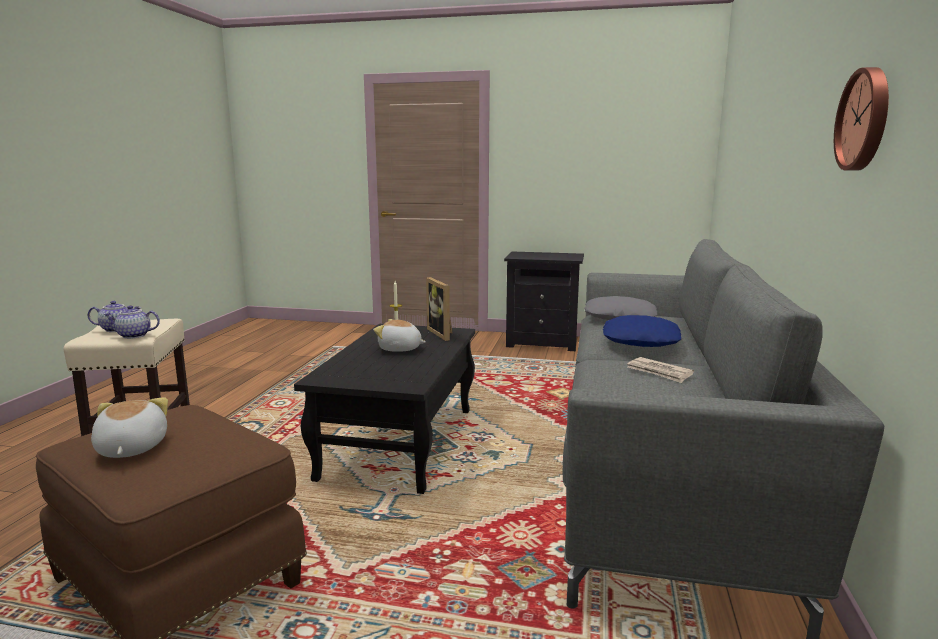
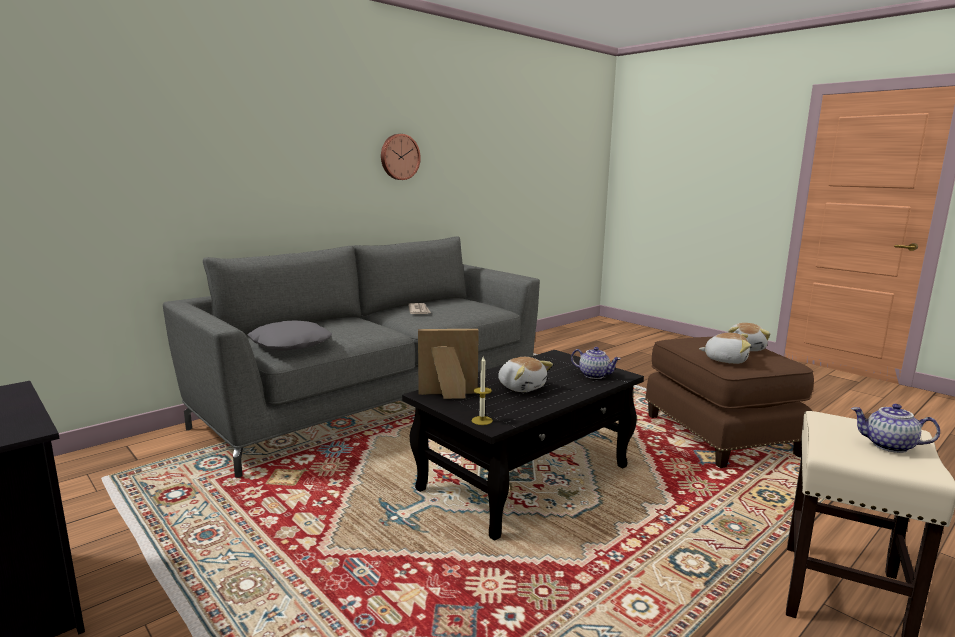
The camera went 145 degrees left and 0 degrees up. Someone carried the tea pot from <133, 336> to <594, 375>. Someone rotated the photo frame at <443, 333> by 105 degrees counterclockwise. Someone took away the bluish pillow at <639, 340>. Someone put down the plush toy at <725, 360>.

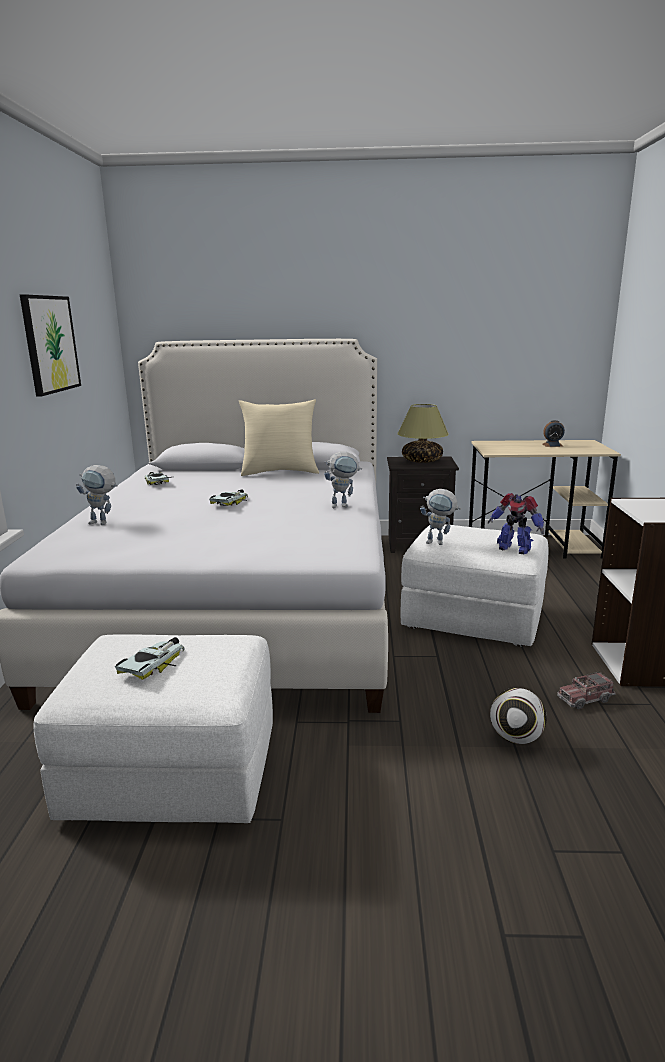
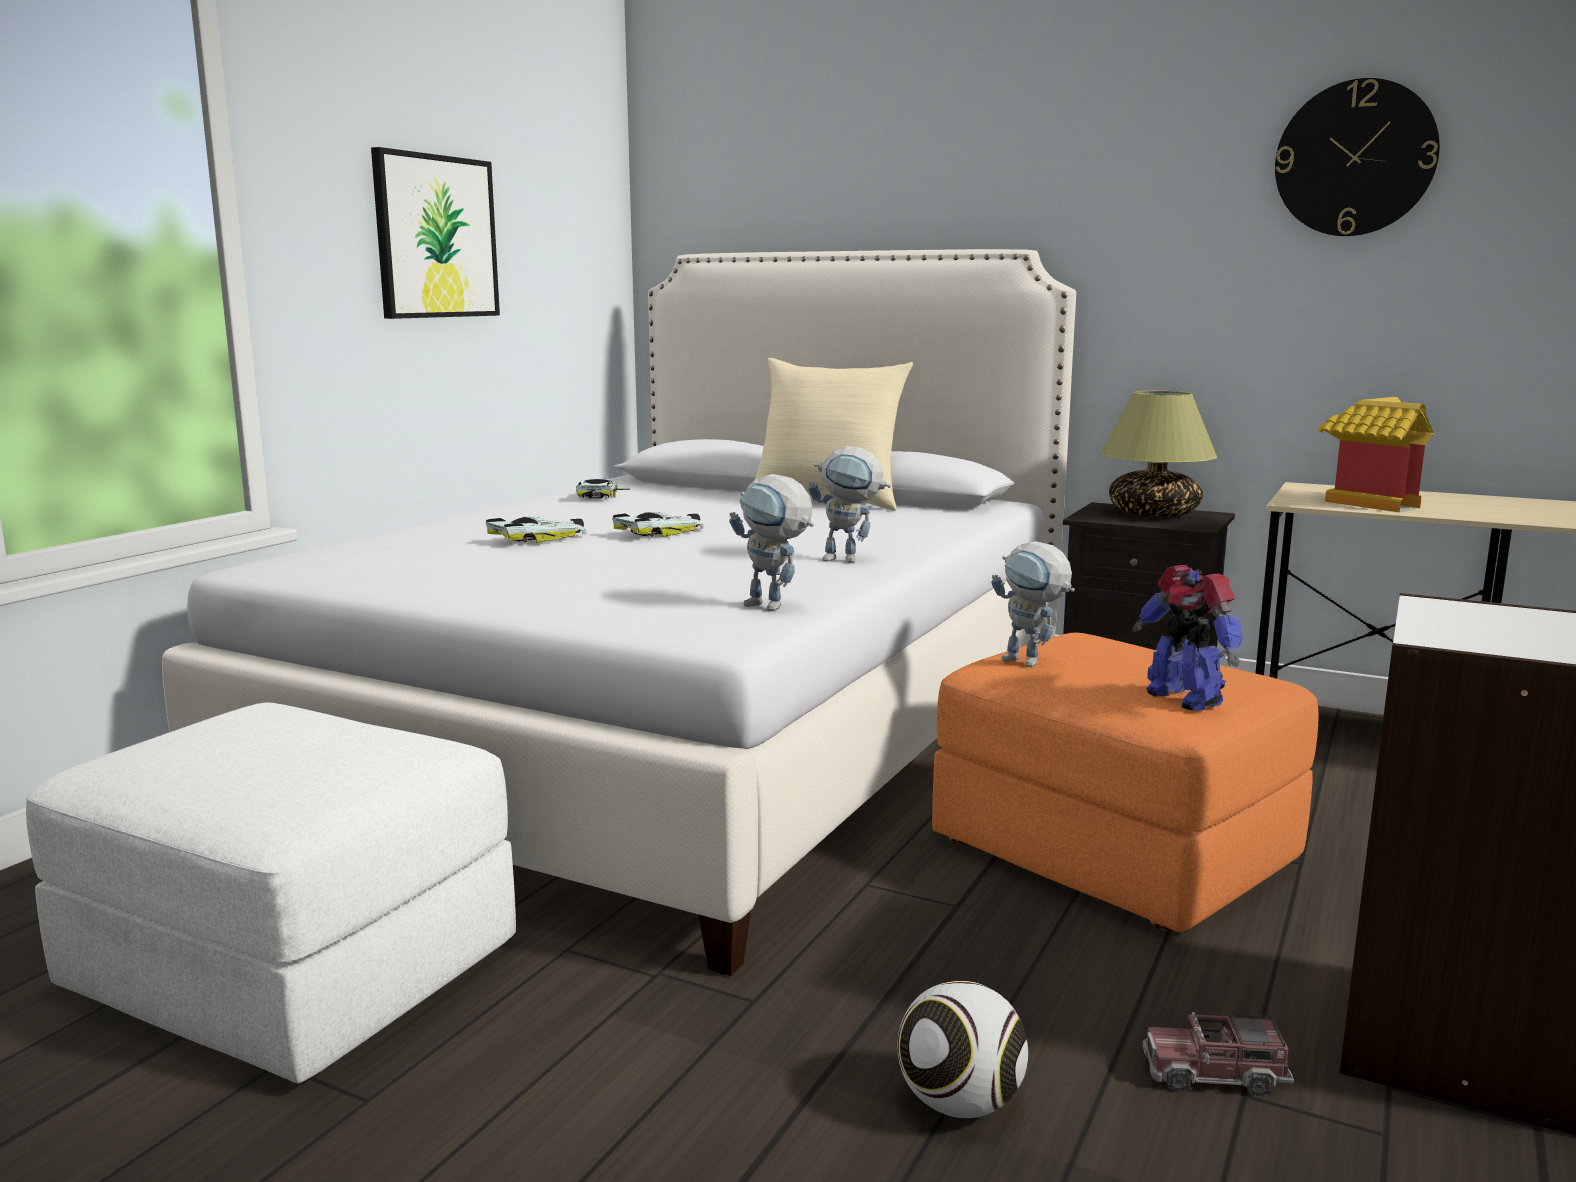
The camera went 25 degrees right and 5 degrees down. Someone carried the robot figure from <103, 523> to <774, 607>. Someone carried the toy car from <155, 663> to <541, 537>. Someone repainted the white pouffe at <473, 617>, which became the orangey pouffe at <1115, 852>. Someone took away the table clock at <552, 445>. Someone put up the hanging clock at <1355, 158>. Someone put down the toy house at <1366, 502>.

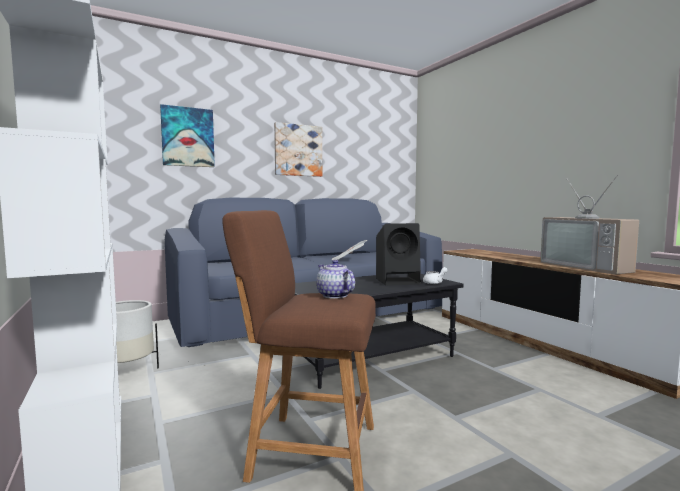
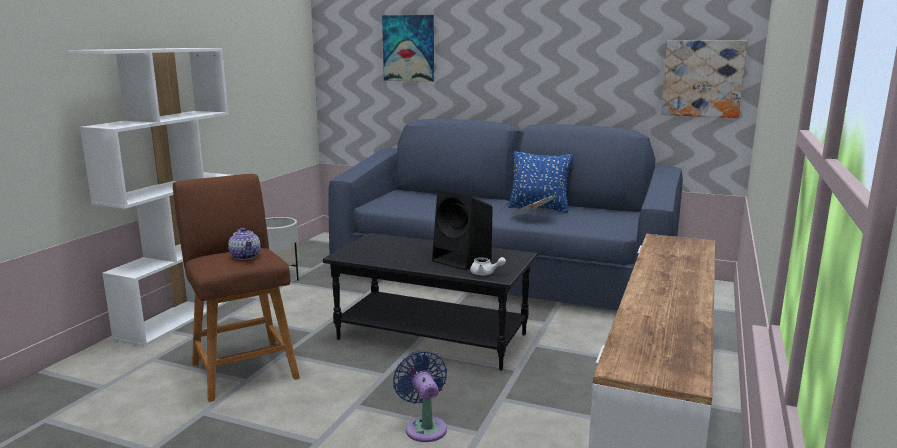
The camera went 50 degrees right and 10 degrees up. Someone carried the wall picture from <298, 150> to <702, 78>. Someone rotated the tea pot at <335, 295> by 135 degrees clockwise. Someone took away the TV set at <588, 267>. Someone put down the bluish cooling fan at <424, 427>. Someone put down the bluish pillow at <539, 208>.

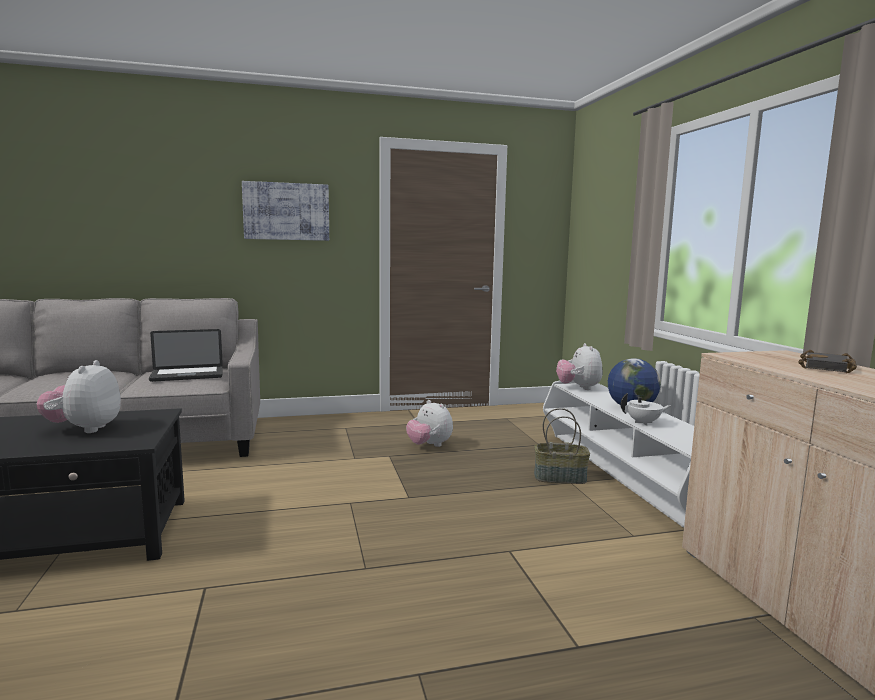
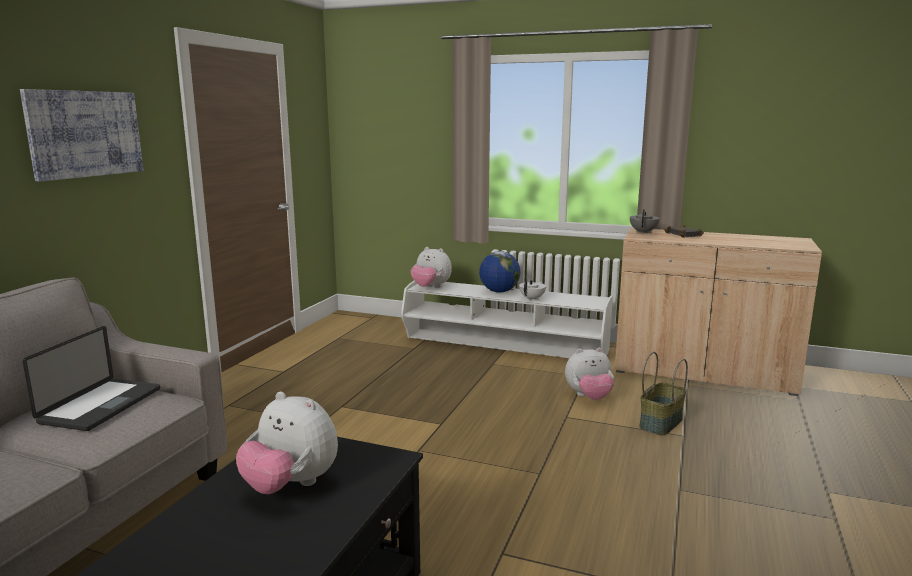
The camera went 55 degrees left and 5 degrees up. Someone carried the plush toy from <429, 445> to <589, 397>. Someone carried the basket from <560, 477> to <660, 422>. Someone put down the gray tea pot at <643, 232>.

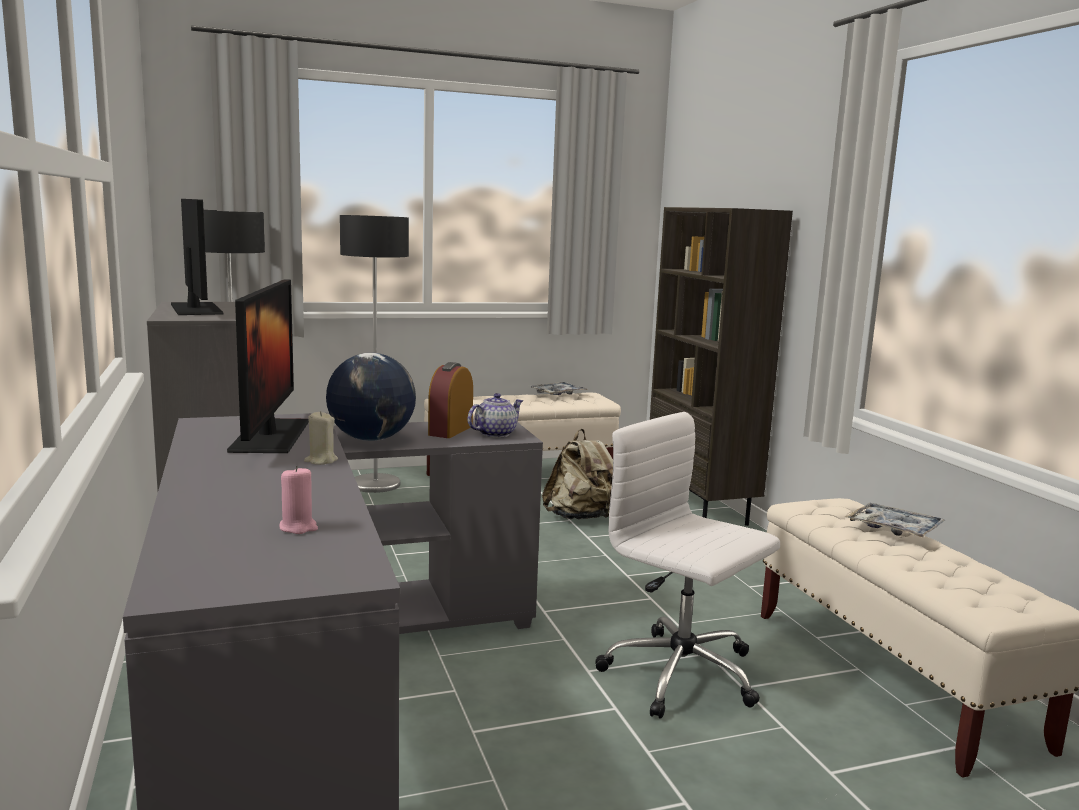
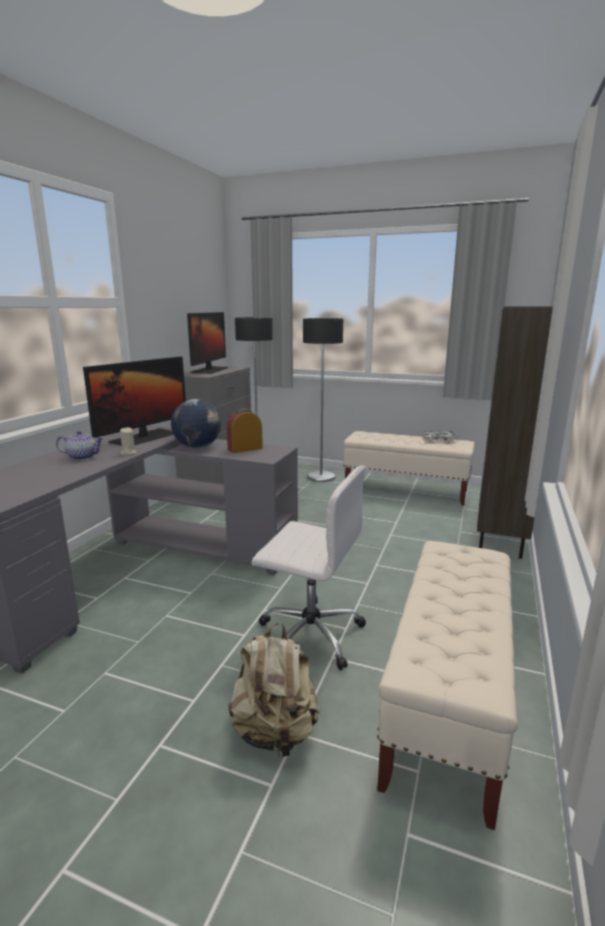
The camera went 40 degrees right and 5 degrees up. Someone took away the pinkish wax light at <298, 527>. Someone carried the tea pot from <495, 434> to <82, 457>. Someone carried the beige backpack from <581, 517> to <275, 732>. Someone rotated the white computer chair at <683, 676> by 120 degrees clockwise. Someone took away the tray at <894, 529>.

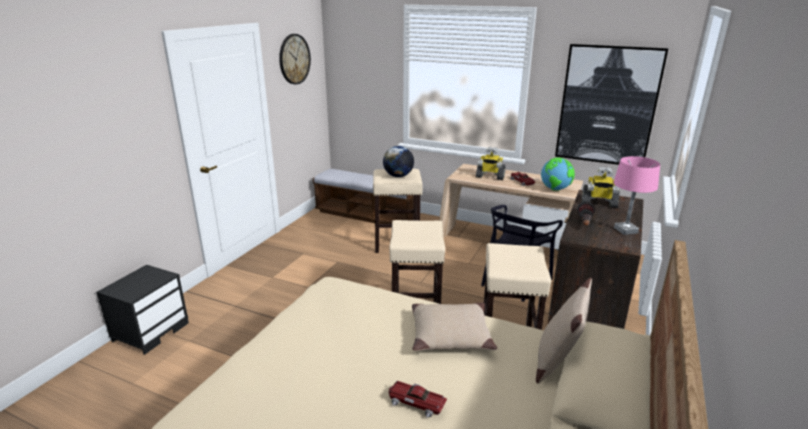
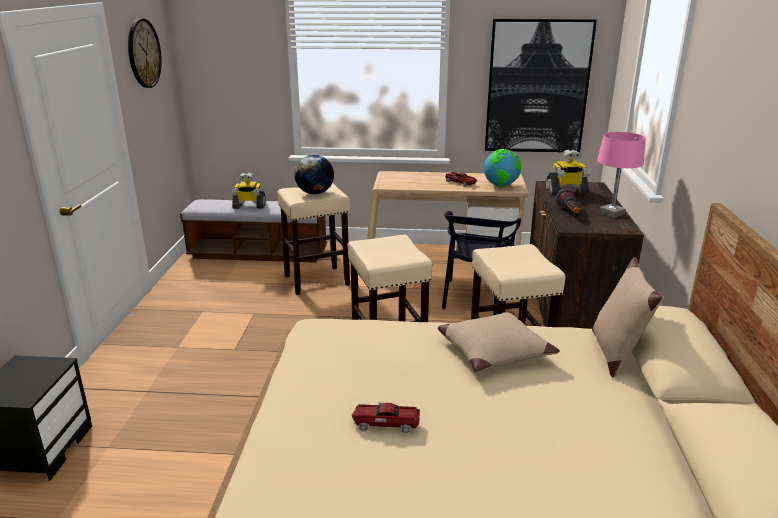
The camera went 20 degrees left and 0 degrees up. Someone carried the toy car from <415, 403> to <385, 423>. Someone carried the robot figure from <490, 176> to <249, 206>.

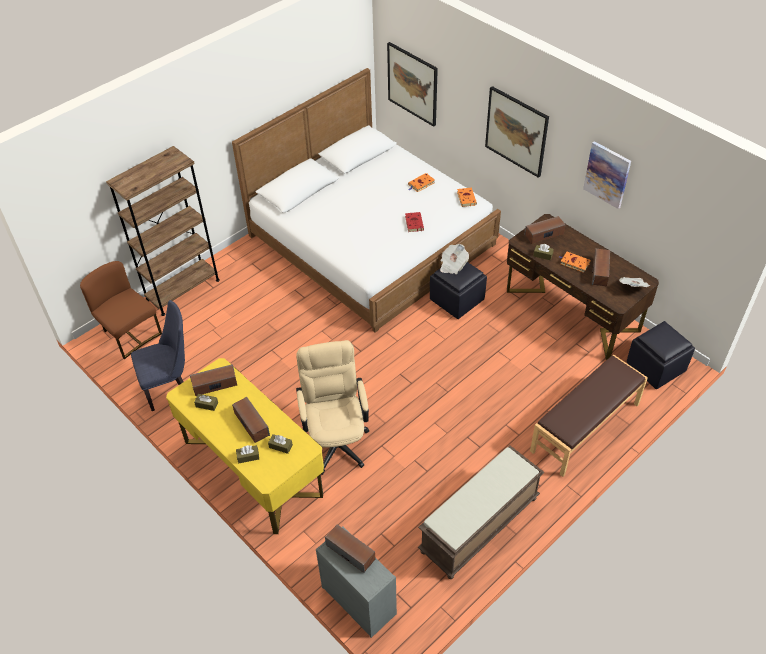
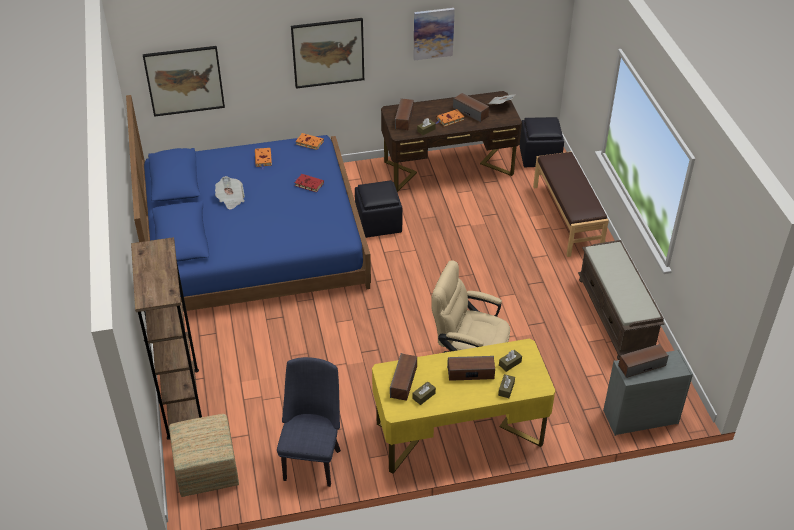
The camera went 60 degrees left and 5 degrees down. Someone swapped the brown-coloured upright chair at <130, 334> for the pouffe at <206, 469>. Someone repainted the white bedroom bed at <371, 239>, which became the bluish bedroom bed at <253, 241>. Someone carried the daily paper from <452, 265> to <230, 199>.

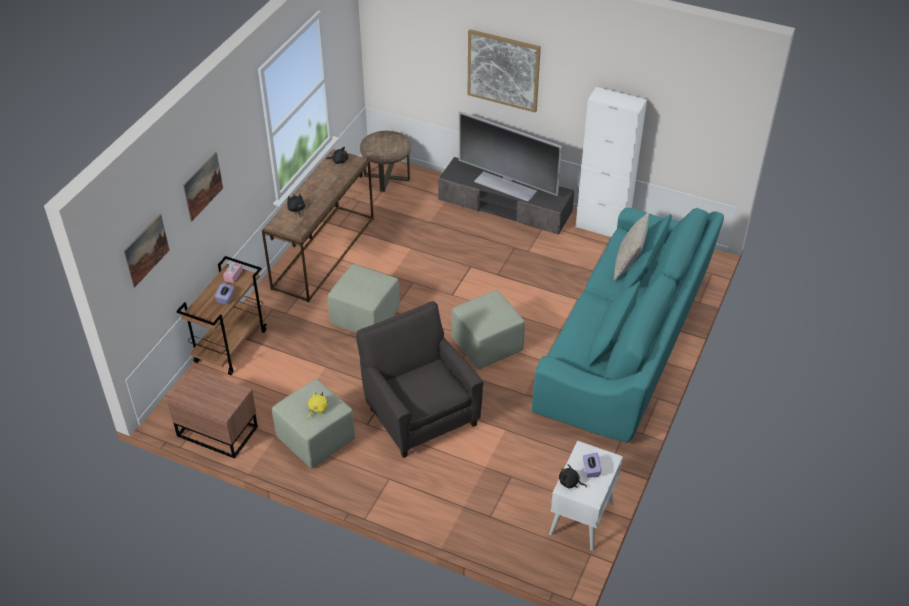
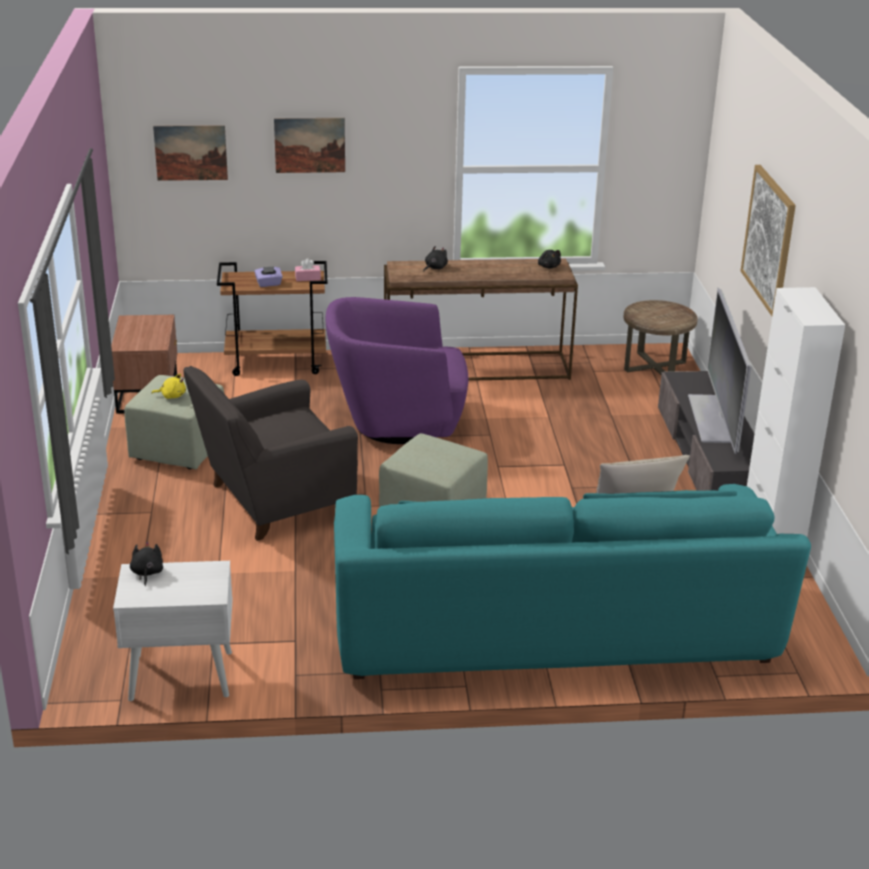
The camera went 60 degrees right and 15 degrees down. Someone swapped the greenish pouffe at <364, 317> for the purple-coloured lounge chair at <396, 422>. Someone rotated the gray lounge chair at <419, 413> by 150 degrees counterclockwise. Someone took away the purple-coloured box of tissues at <591, 470>.

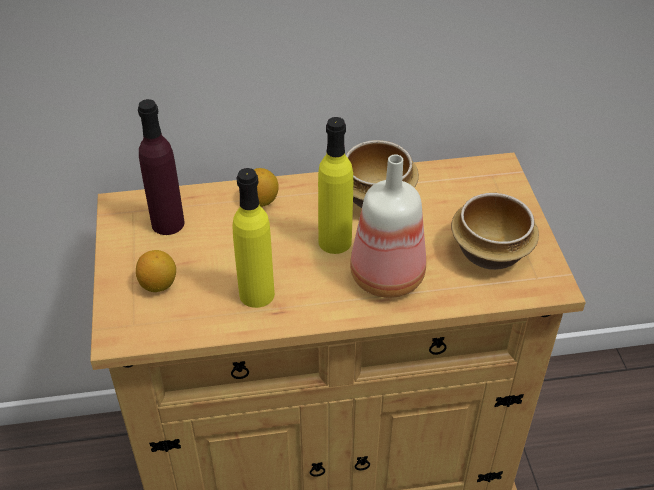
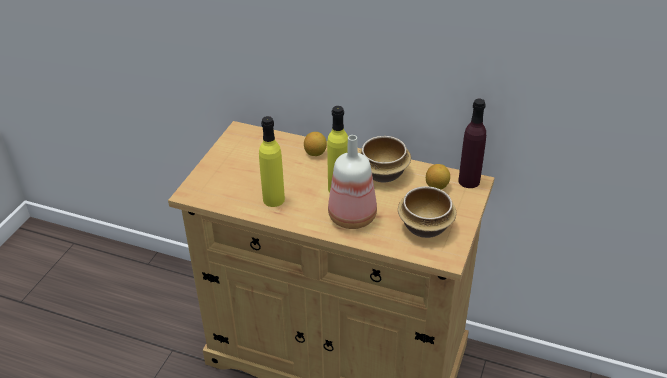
The camera went 30 degrees right and 5 degrees down. Someone carried the citrus fruit from <158, 284> to <437, 186>. Someone carried the purple-coloured bottle from <168, 223> to <469, 181>.

